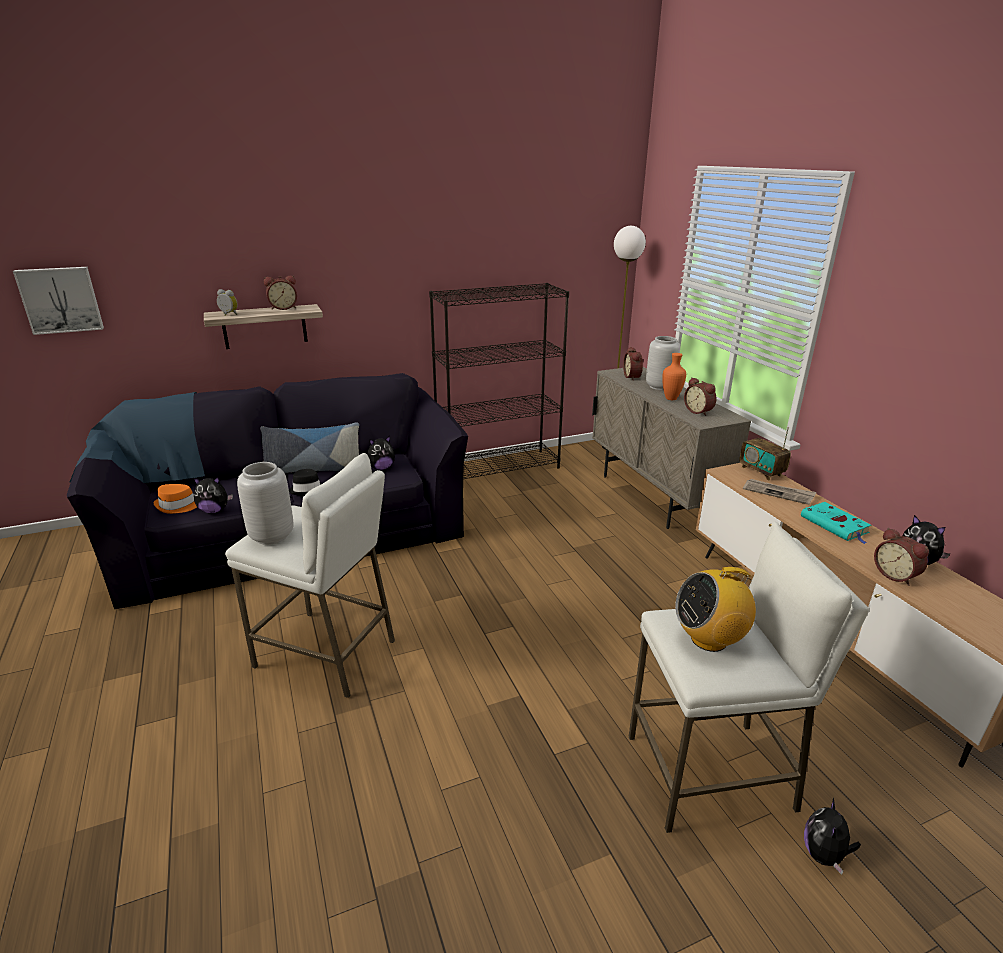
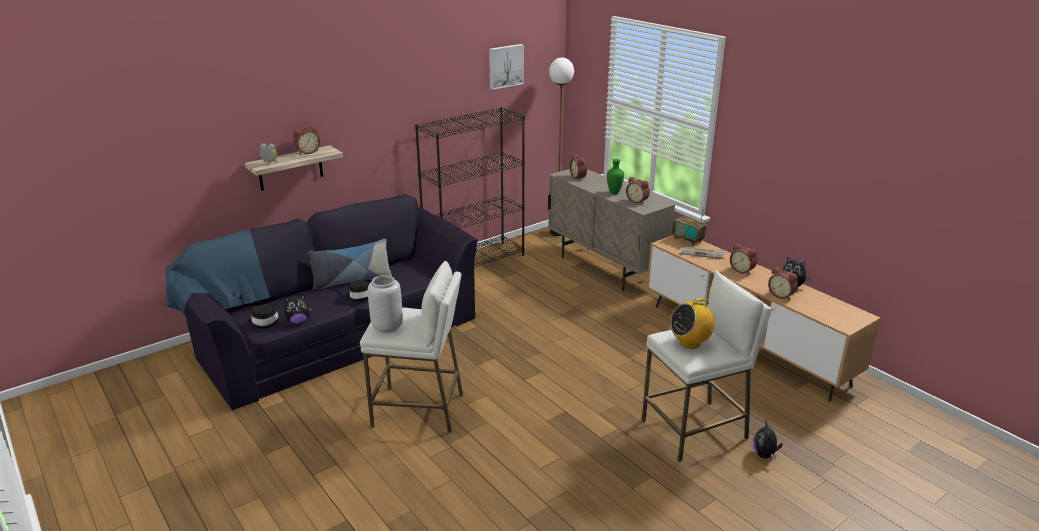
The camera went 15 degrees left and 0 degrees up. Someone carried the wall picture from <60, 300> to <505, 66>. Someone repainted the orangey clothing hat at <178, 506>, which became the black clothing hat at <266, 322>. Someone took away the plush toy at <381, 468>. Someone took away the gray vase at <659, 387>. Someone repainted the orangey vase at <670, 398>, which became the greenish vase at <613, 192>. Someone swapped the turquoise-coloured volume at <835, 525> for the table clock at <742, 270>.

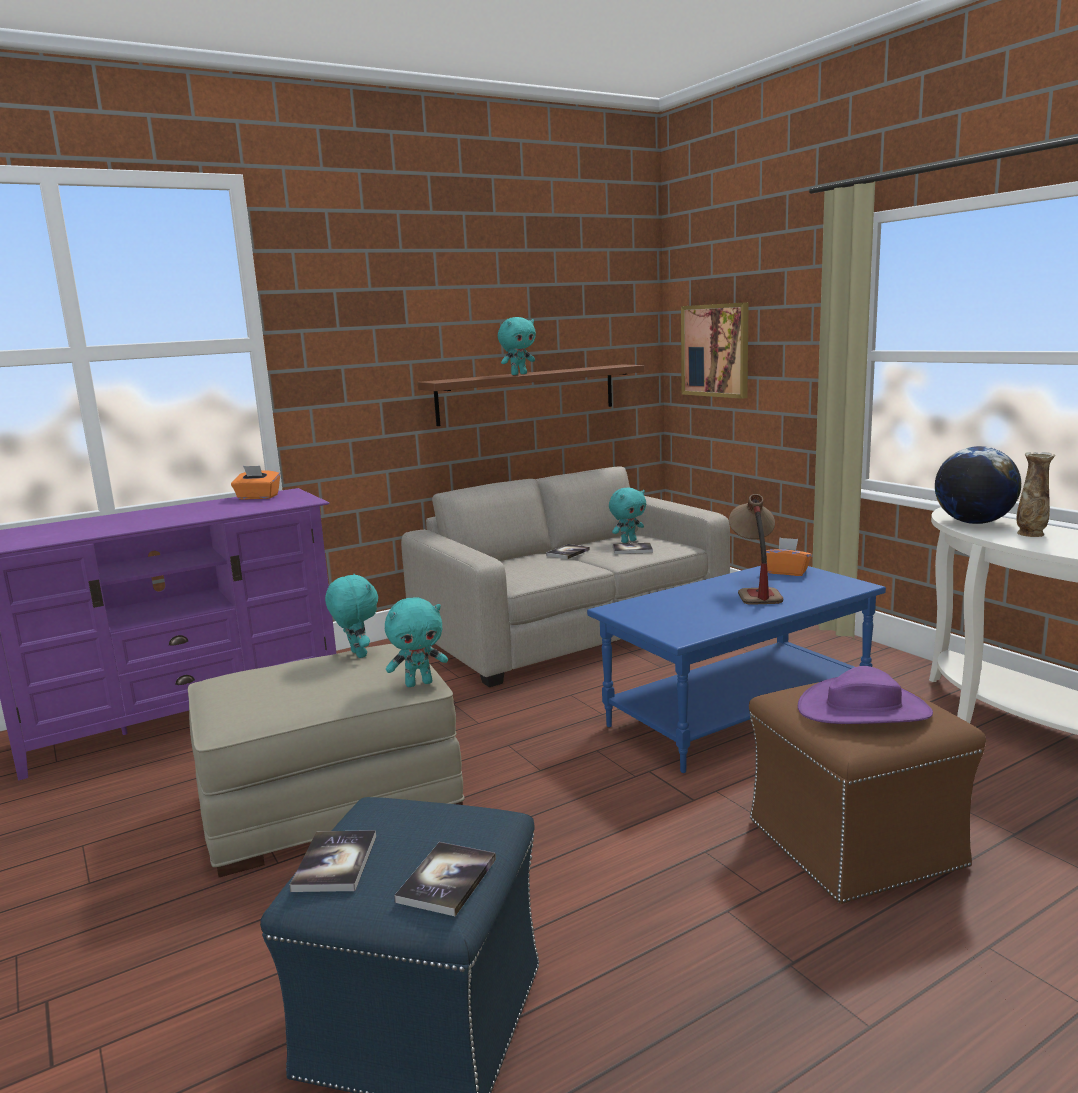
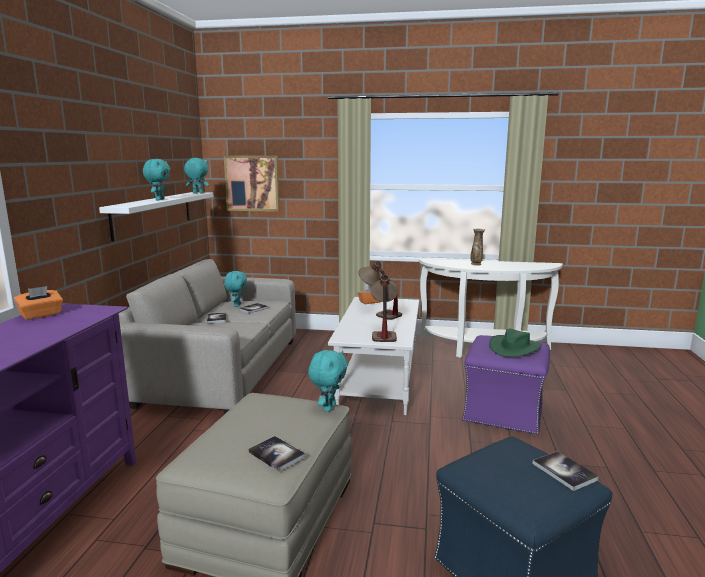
The camera went 50 degrees left and 0 degrees up. Someone carried the volume from <335, 863> to <276, 454>. Someone carried the turquoise-coloured plush toy from <357, 654> to <197, 193>. Someone repainted the brown-coloured shelf at <527, 394>, which became the white shelf at <153, 214>. Someone repainted the bluish coffee table at <737, 712>, which became the white coffee table at <378, 381>. Someone repainted the brown-coloured pouffe at <856, 844>, which became the purple-coloured pouffe at <504, 412>. Someone repainted the purple-coloured clothing hat at <863, 710>, which became the greenish clothing hat at <514, 348>. Someone took away the world globe at <973, 522>. Someone put down the tabletop lamp at <383, 333>.

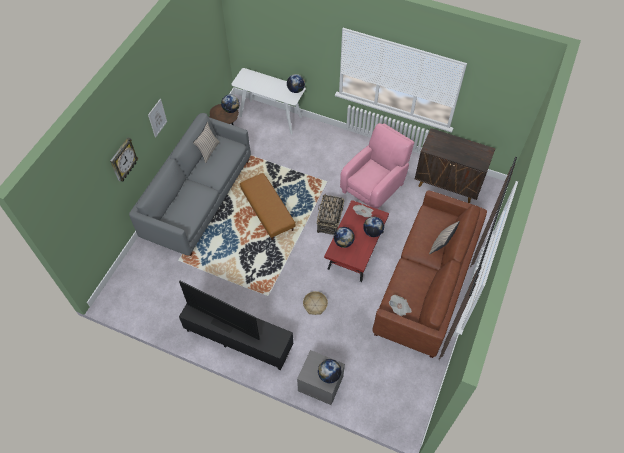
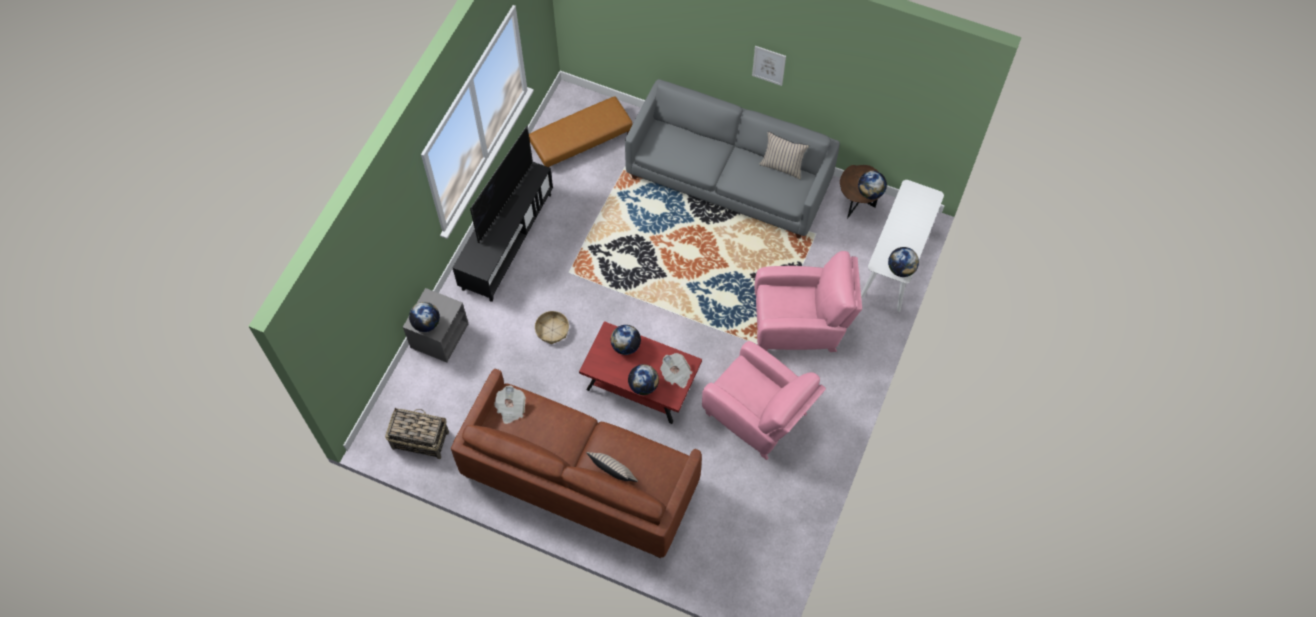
The camera went 90 degrees right and 5 degrees up. Someone took away the hanging clock at <123, 160>. Someone carried the brown-coloured pouffe from <268, 211> to <581, 141>. Someone carried the basket from <329, 221> to <419, 439>. Someone took away the brown-coloured storage cabinet at <448, 185>. Someone put down the pinkish lounge chair at <800, 324>.

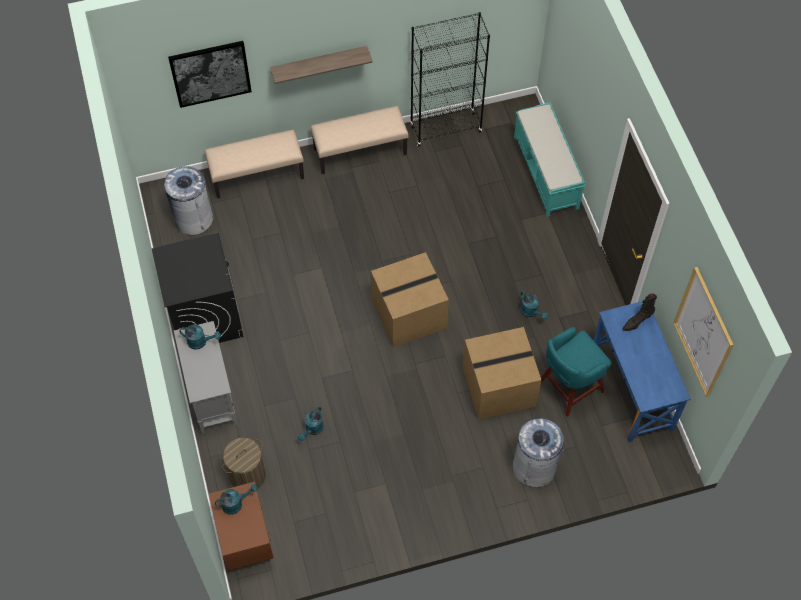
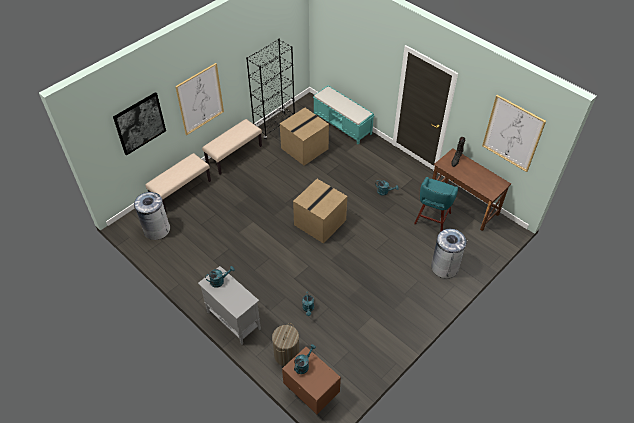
The camera went 30 degrees left and 10 degrees down. Someone took away the black washing machine at <205, 316>. Someone swapped the shelf at <319, 63> for the wall picture at <200, 99>. Someone carried the carton from <498, 387> to <304, 149>. Someone repainted the bluish desk table at <632, 389>, which became the brown-coloured desk table at <463, 205>.

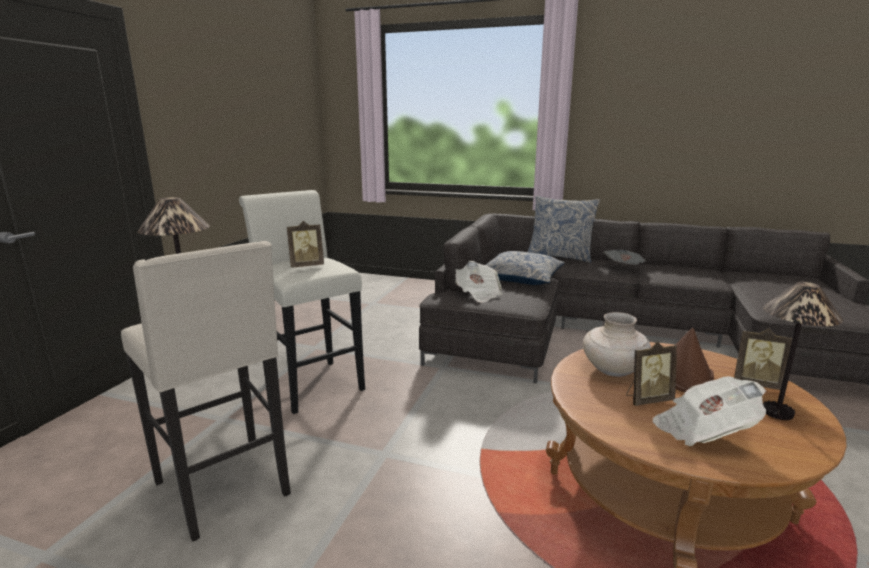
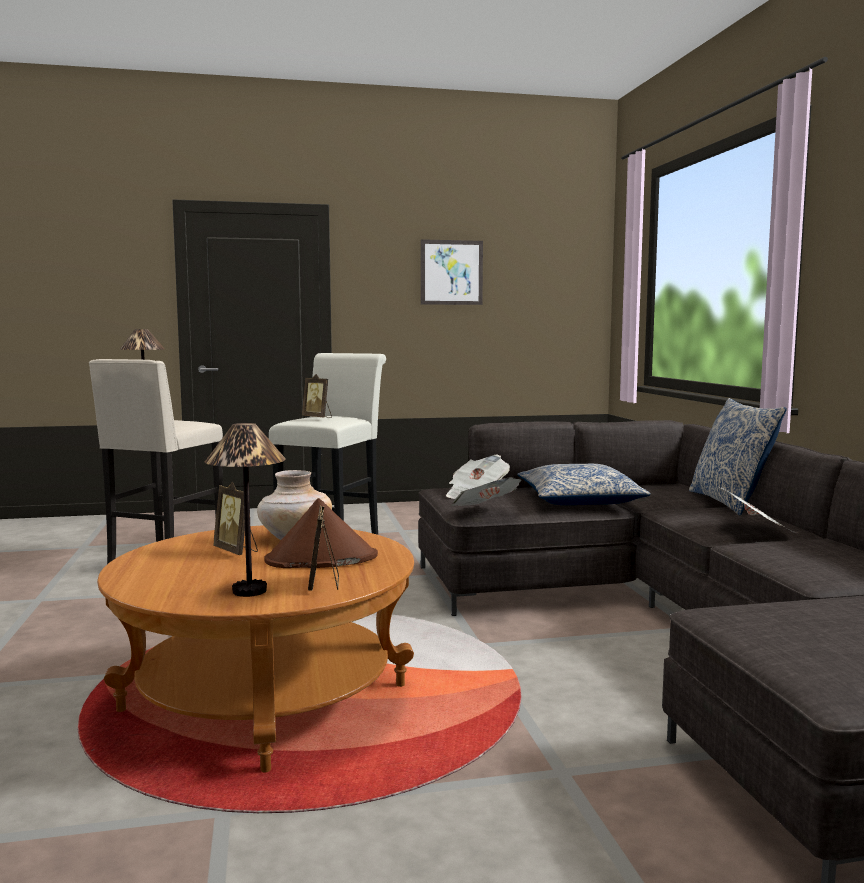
The camera went 60 degrees right and 10 degrees down. Someone carried the daily paper from <703, 431> to <485, 511>. Someone put up the wall picture at <451, 272>.

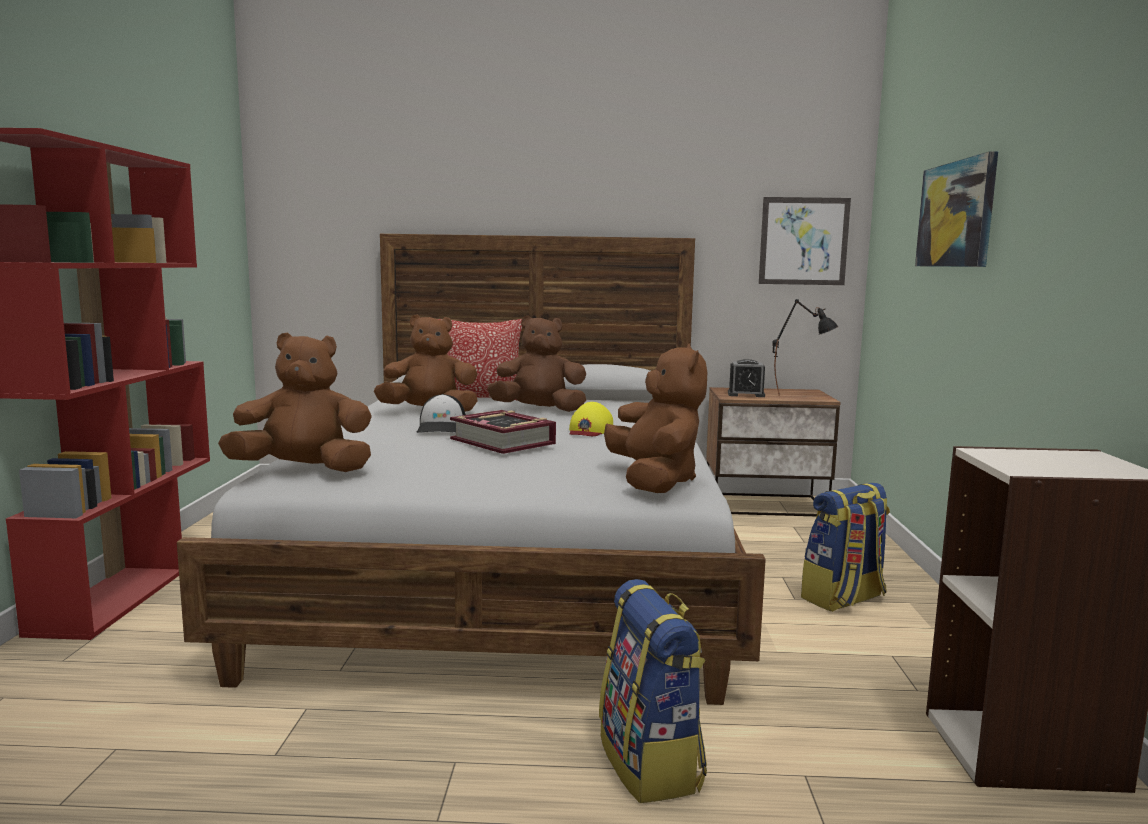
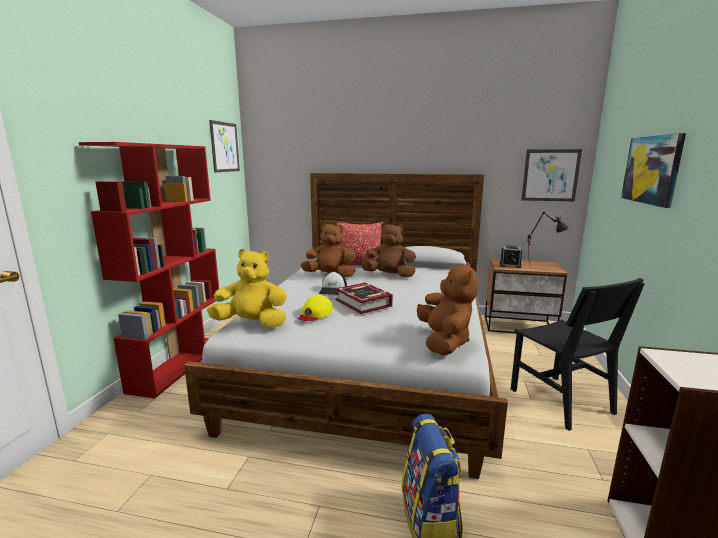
The camera went 10 degrees right and 5 degrees up. Someone repainted the brown-coloured plush toy at <304, 470>, which became the yellow plush toy at <252, 324>. Someone carried the yellow peaked cap from <589, 430> to <315, 313>. Someone swapped the backpack at <843, 599> for the black upright chair at <560, 401>. Someone put up the wall picture at <225, 147>.

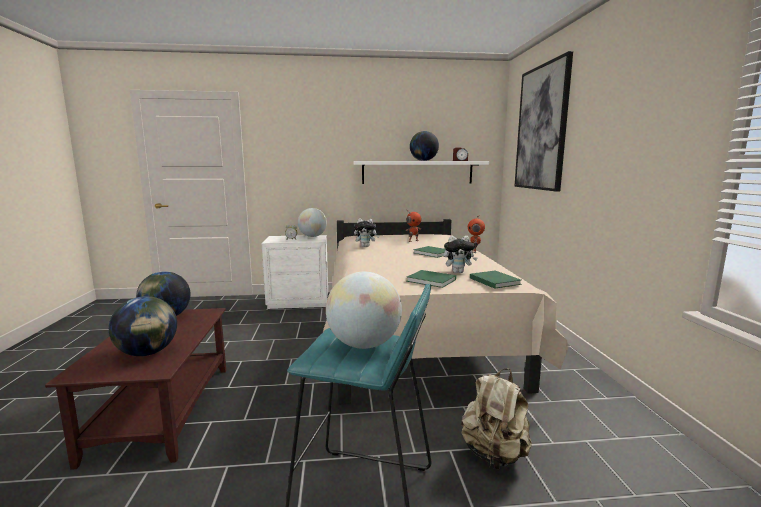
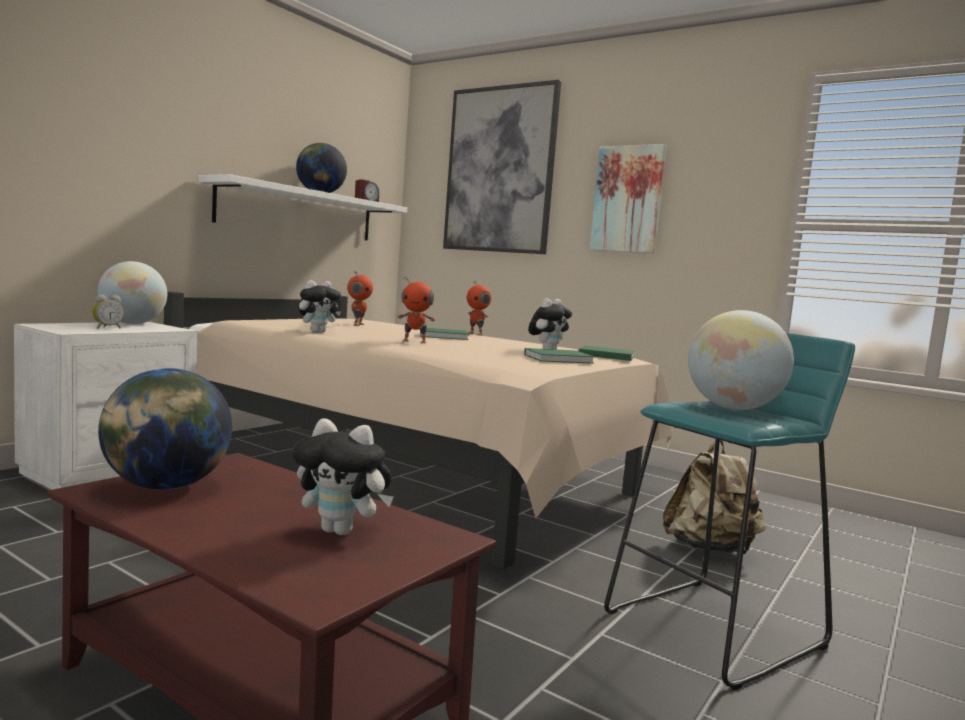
The camera went 50 degrees left and 5 degrees down. Someone swapped the world globe at <148, 353> for the plush toy at <342, 531>. Someone put down the robot figure at <415, 341>. Someone put up the wall picture at <628, 199>.

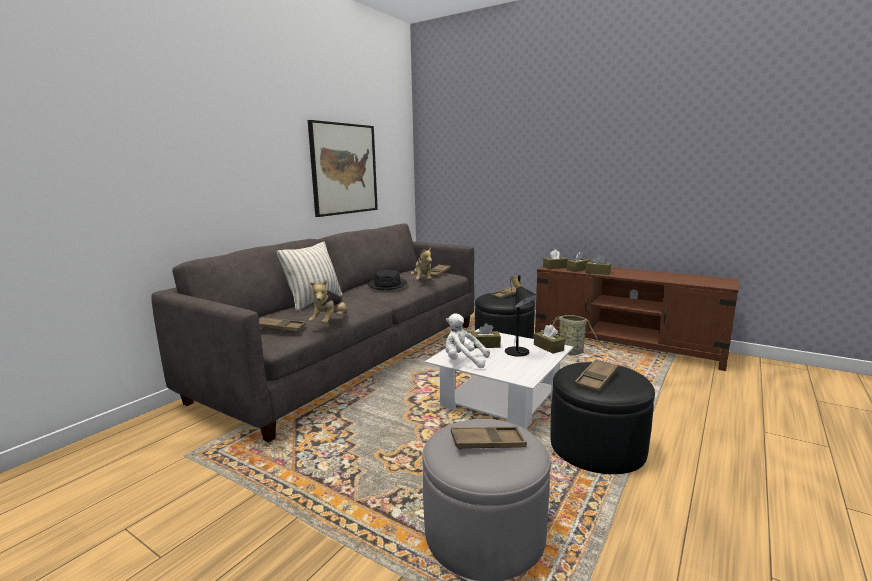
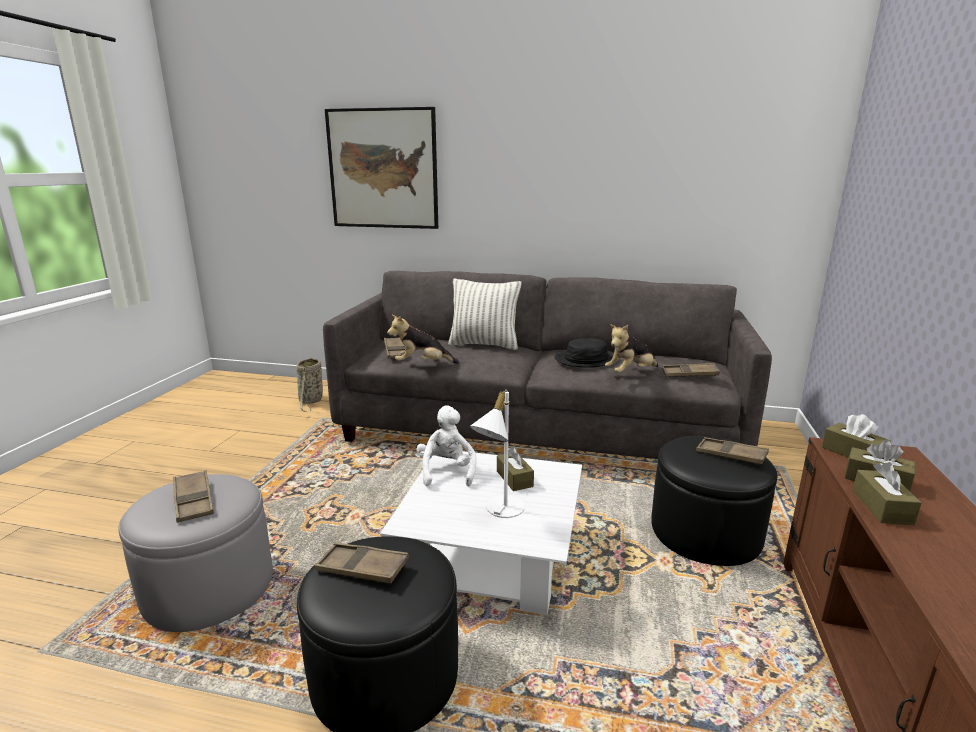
The camera went 70 degrees right and 5 degrees up. Someone carried the wall picture from <344, 169> to <383, 169>. Someone repainted the black tabletop lamp at <519, 353>, which became the white tabletop lamp at <499, 509>. Someone took away the brown-coloured box of tissues at <548, 347>. Someone carried the basket from <572, 352> to <311, 401>.

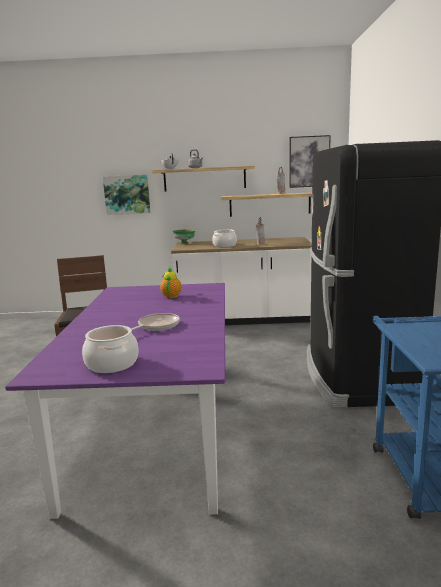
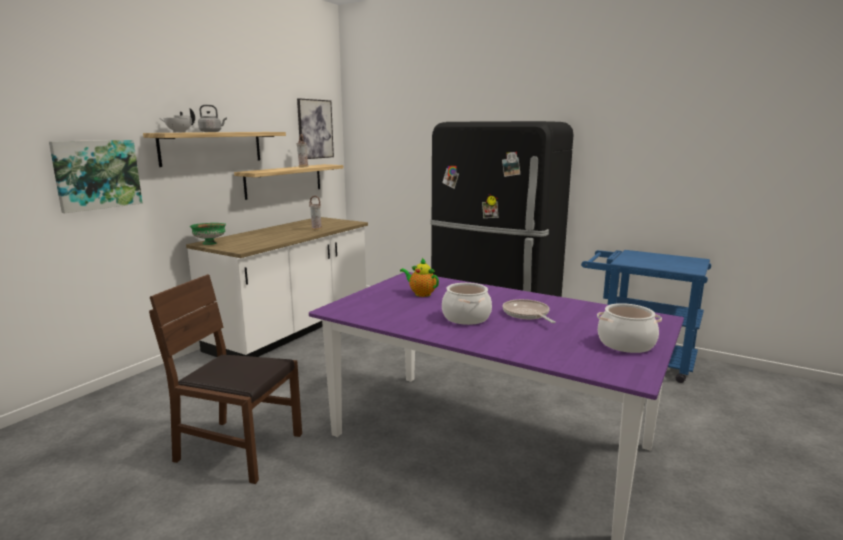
The camera went 60 degrees left and 0 degrees up. Someone carried the stockpot from <224, 245> to <466, 318>.

